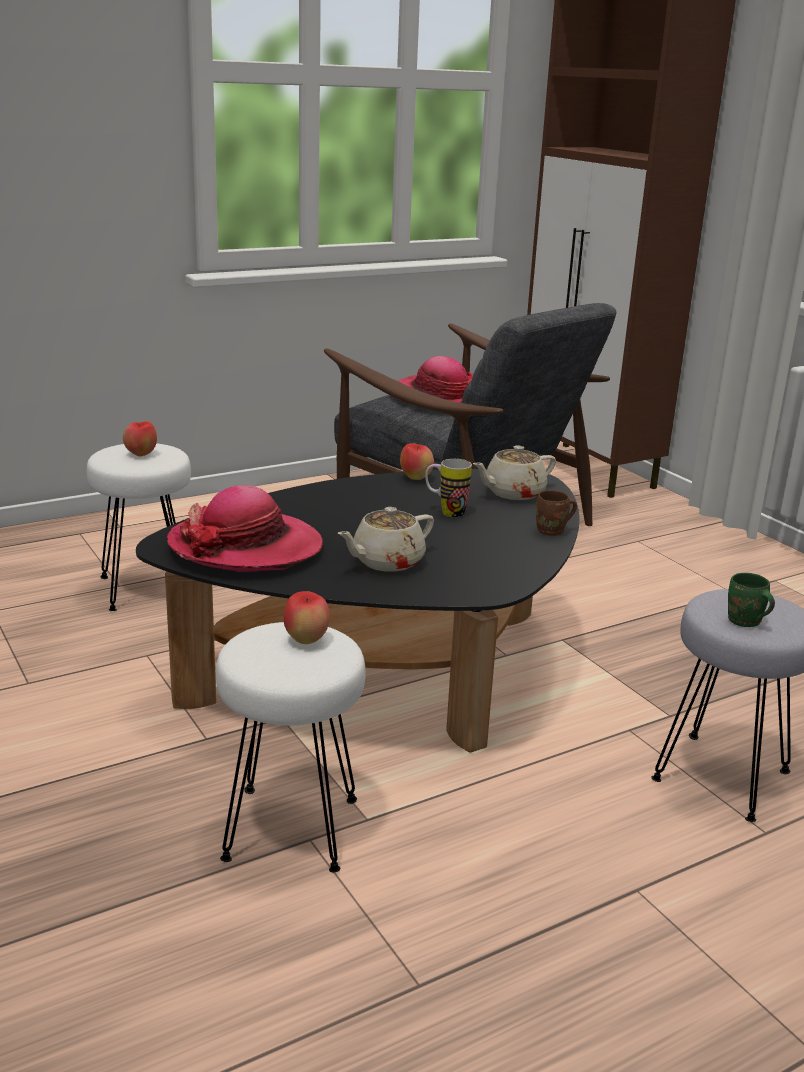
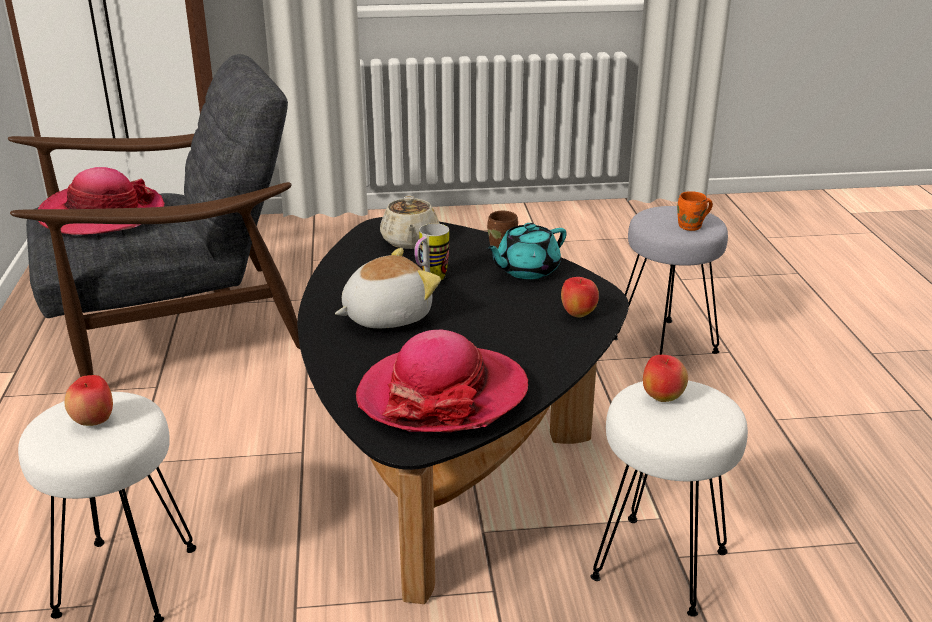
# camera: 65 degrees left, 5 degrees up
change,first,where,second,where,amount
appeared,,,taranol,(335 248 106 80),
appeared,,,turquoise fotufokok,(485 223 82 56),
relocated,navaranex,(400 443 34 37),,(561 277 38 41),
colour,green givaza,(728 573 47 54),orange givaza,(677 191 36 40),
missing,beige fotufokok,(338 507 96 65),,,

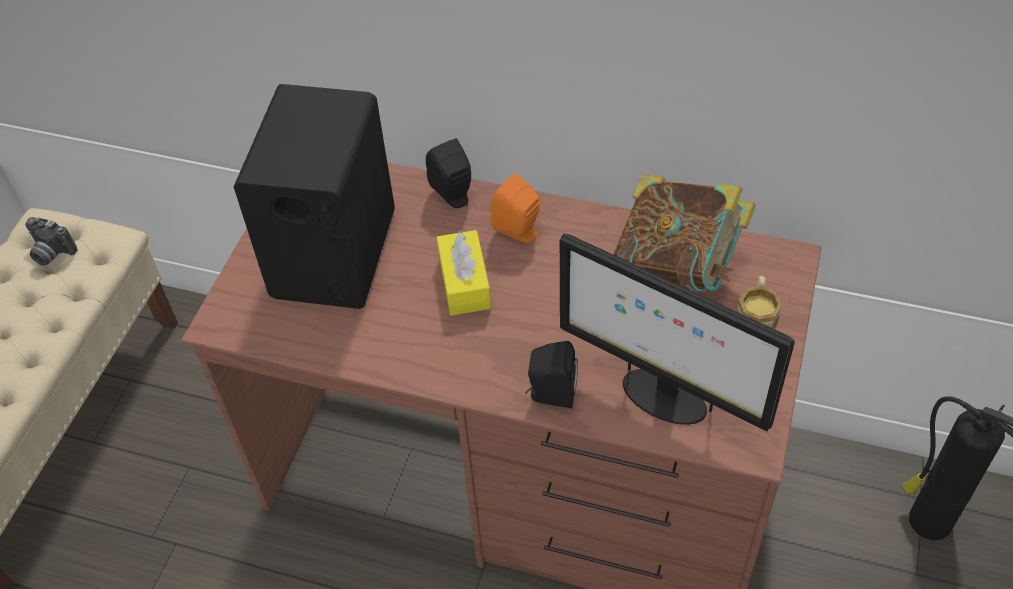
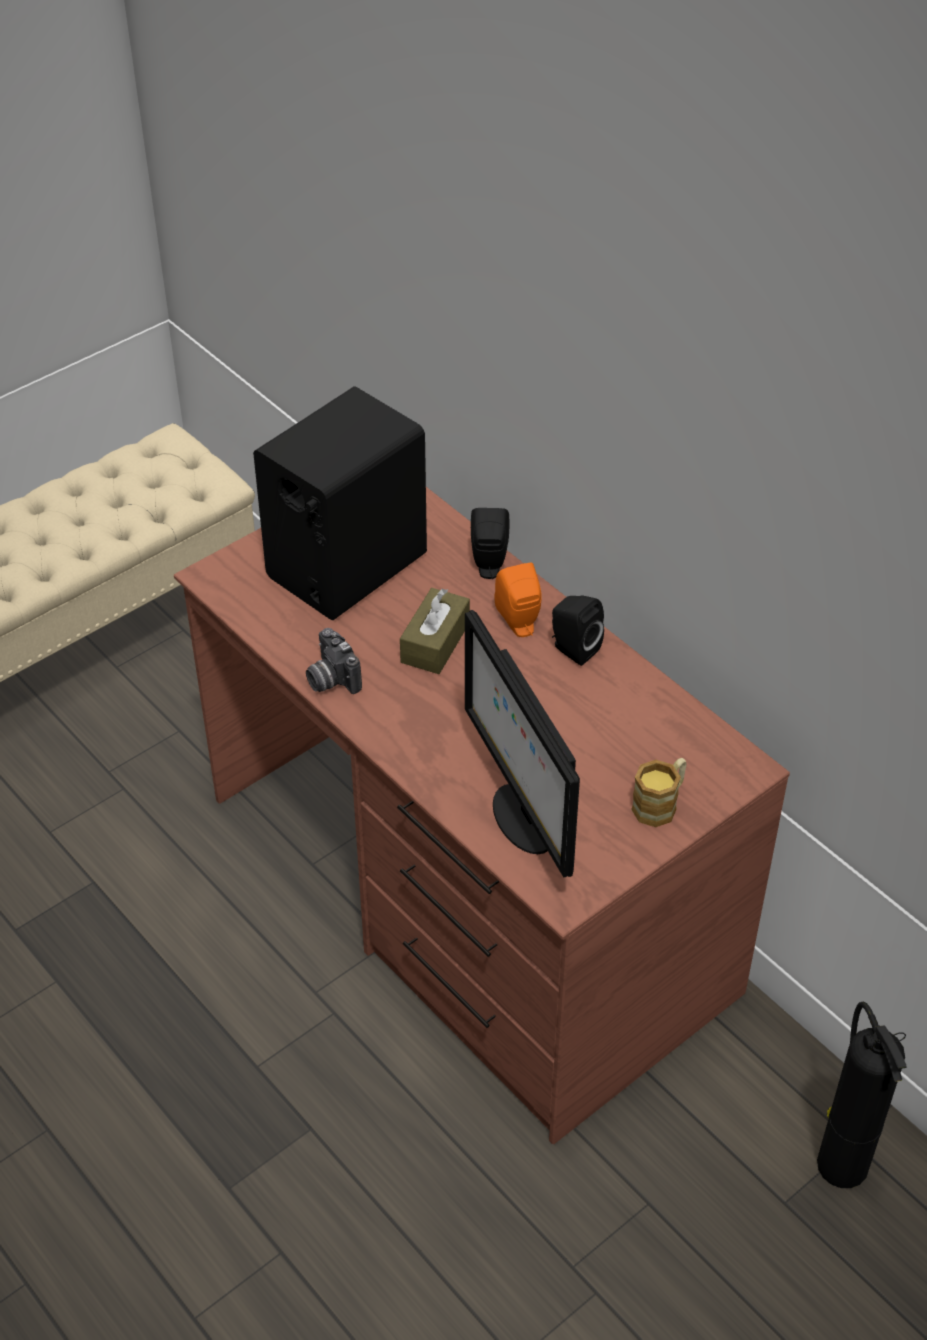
# camera: 30 degrees right, 5 degrees down
change,first,where,second,where,amount
relocated,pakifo,(25 217 52 49),,(306 628 56 66),
colour,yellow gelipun,(437 230 54 85),brown gelipun,(400 588 70 86),
relocated,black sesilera,(525 341 53 68),,(552 595 52 71),
missing,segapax,(613 175 143 117),,,

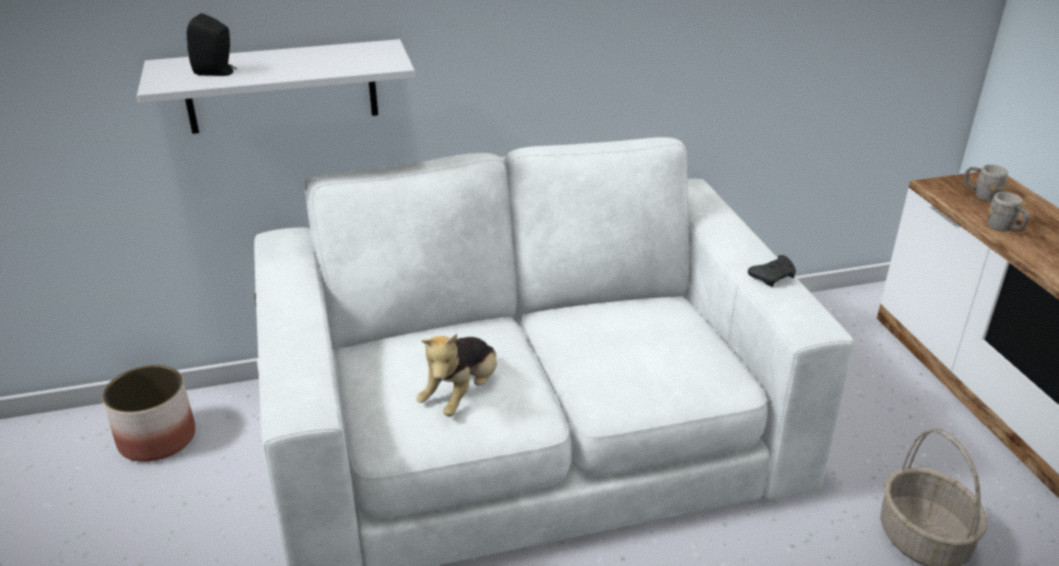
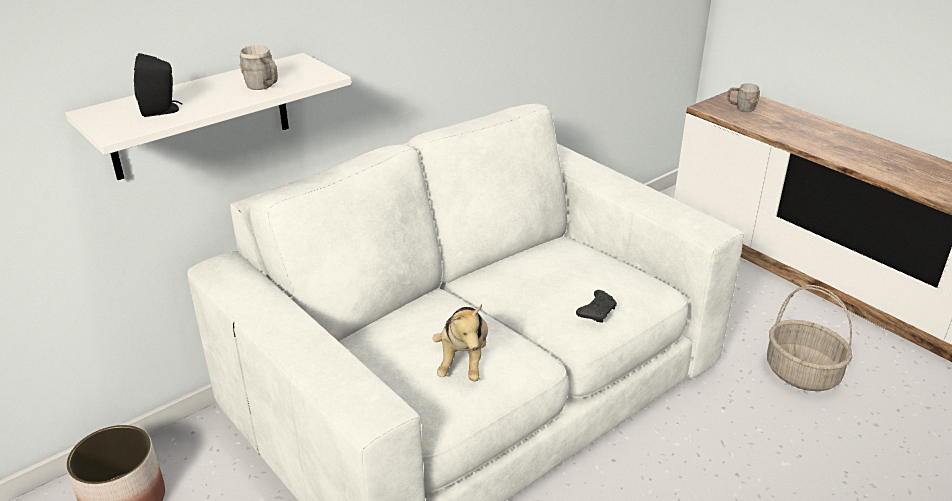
# camera: 25 degrees left, 0 degrees up
change,first,where,second,where,amount
relocated,grey givaza,(988 192 41 39),,(240 45 38 45),
relocated,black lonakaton,(748 255 48 32),,(576 290 41 33),

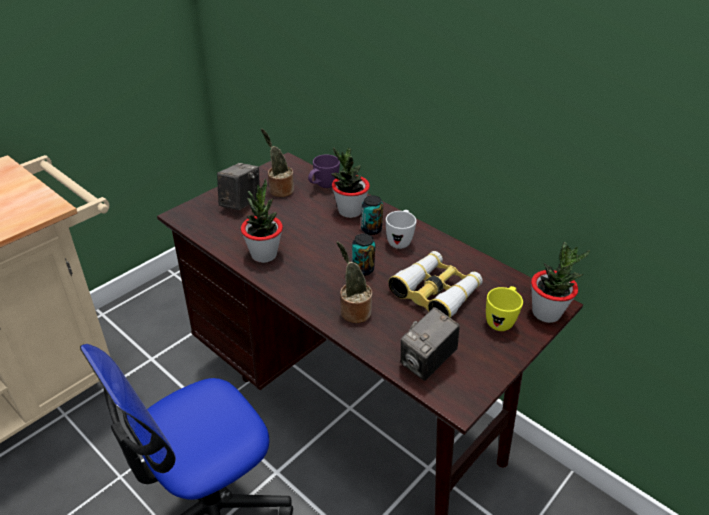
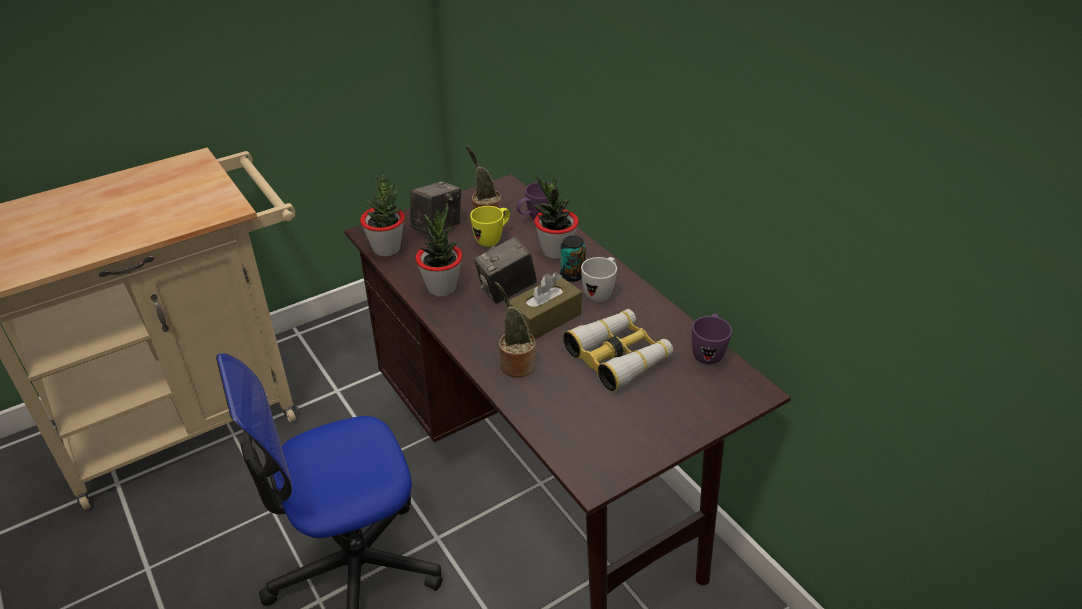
# camera: 15 degrees right, 0 degrees up
change,first,where,second,where,amount
relocated,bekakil,(531 242 59 81),,(360 175 45 82),
relocated,yellow givaza,(486 286 37 45),,(470 206 40 41),
relocated,pakifo,(401 307 59 74),,(474 237 63 67),
exchanged,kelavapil,(352 234 23 42),brown gelipun,(507 272 75 67),
appeared,,,purple givaza,(692 313 40 52),

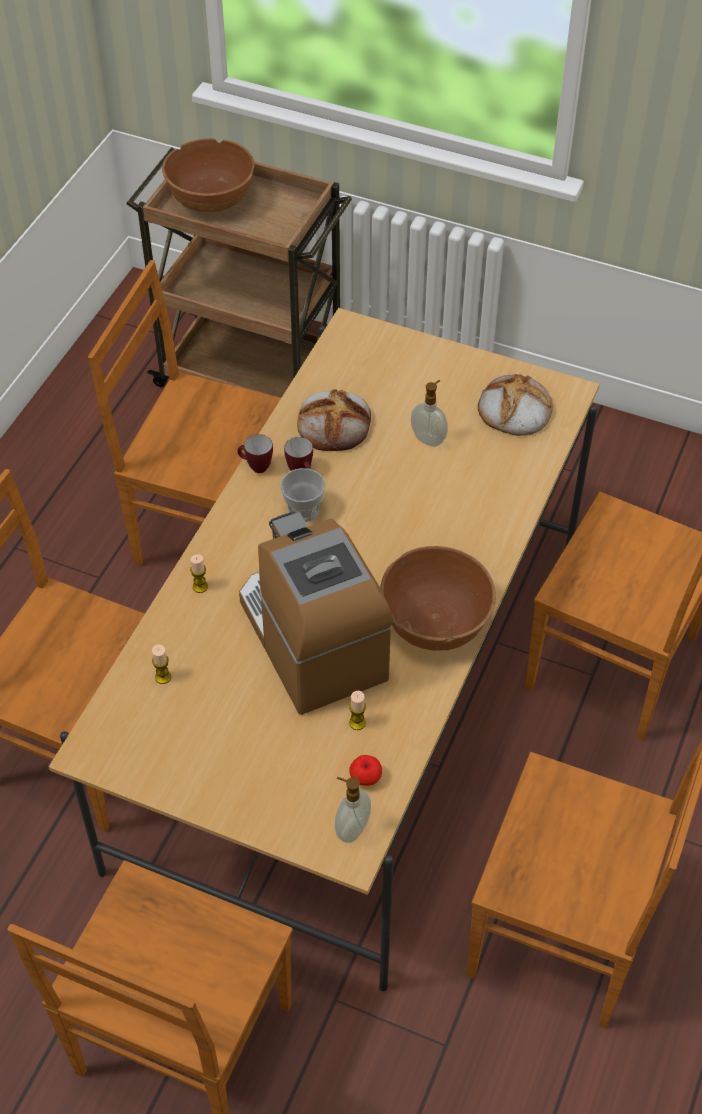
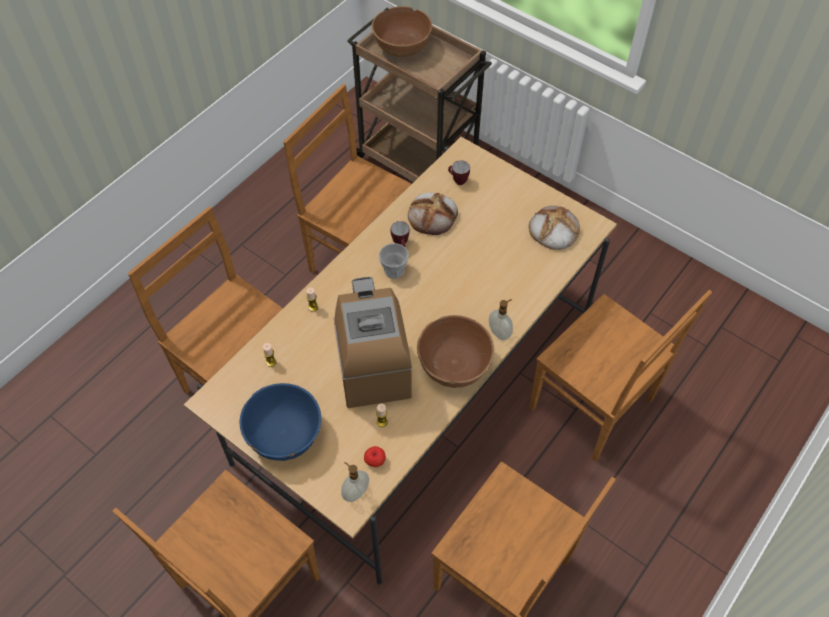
# camera: 15 degrees right, 5 degrees up
change,first,where,second,where,amount
appeared,,,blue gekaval,(240 383 81 78),
relocated,givaza,(237 434 36 39),,(448 161 22 24),
relocated,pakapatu,(411 380 37 67),,(489 299 24 41),

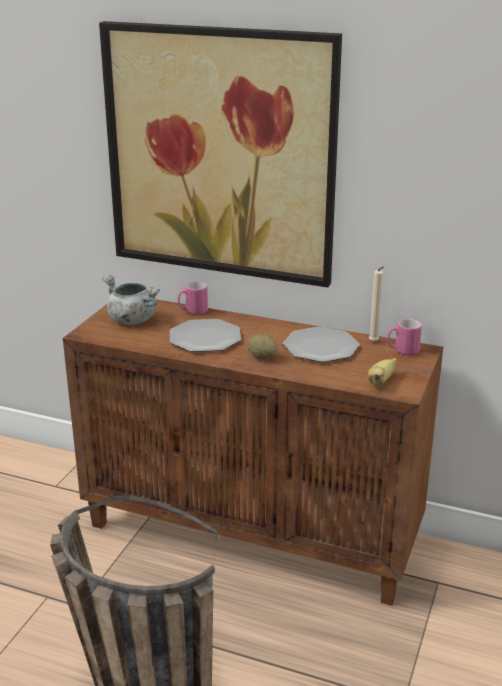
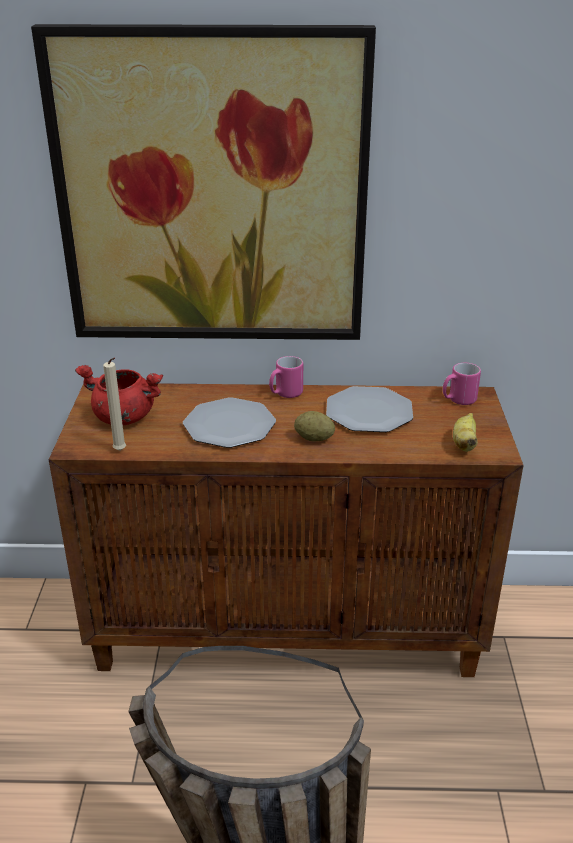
# camera: 20 degrees left, 5 degrees up
change,first,where,second,where,amount
colour,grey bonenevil,(102 275 58 50),red bonenevil,(75 365 88 60),
relocated,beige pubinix,(369 266 15 76),,(103 358 23 93),
relocated,pink givaza,(178 281 30 34),,(269 356 34 42),

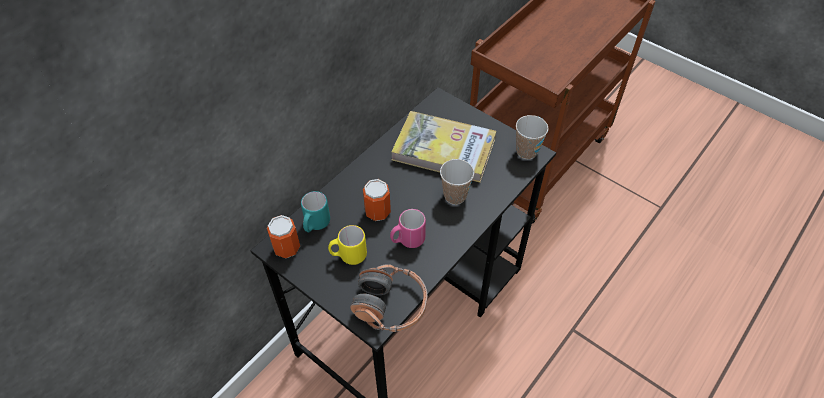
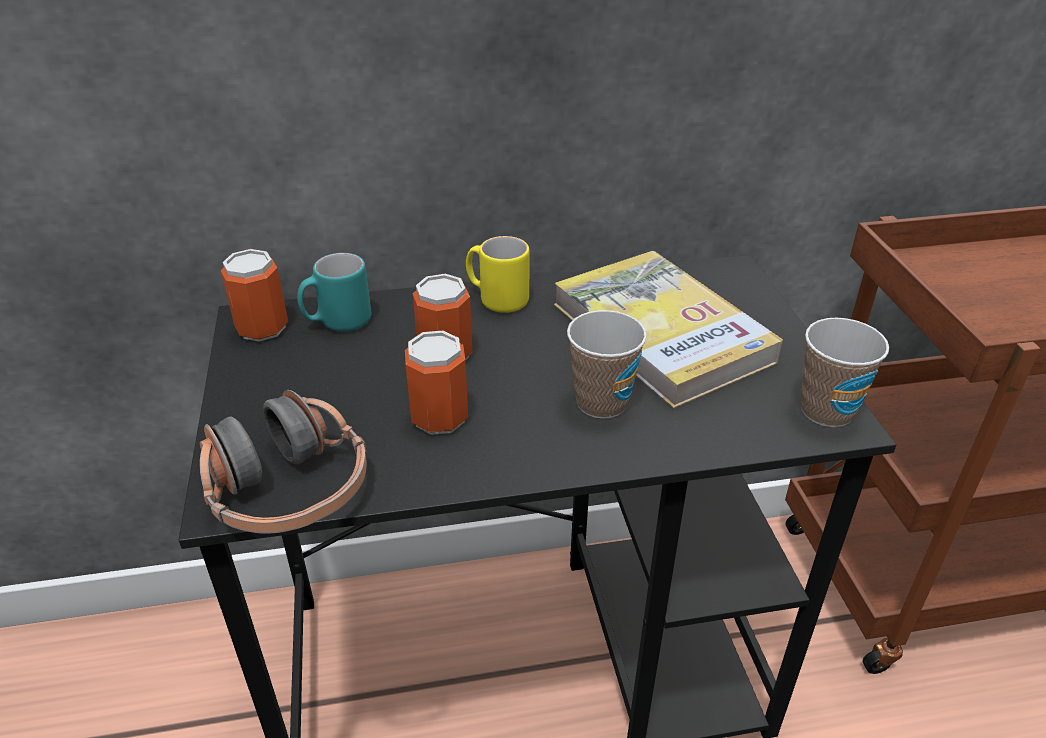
# camera: 40 degrees right, 15 degrees down
change,first,where,second,where,amount
exchanged,pink givaza,(390 209 36 39),kelavapil,(405 331 63 104),
relocated,yellow givaza,(328 225 39 40),,(466 236 64 77),

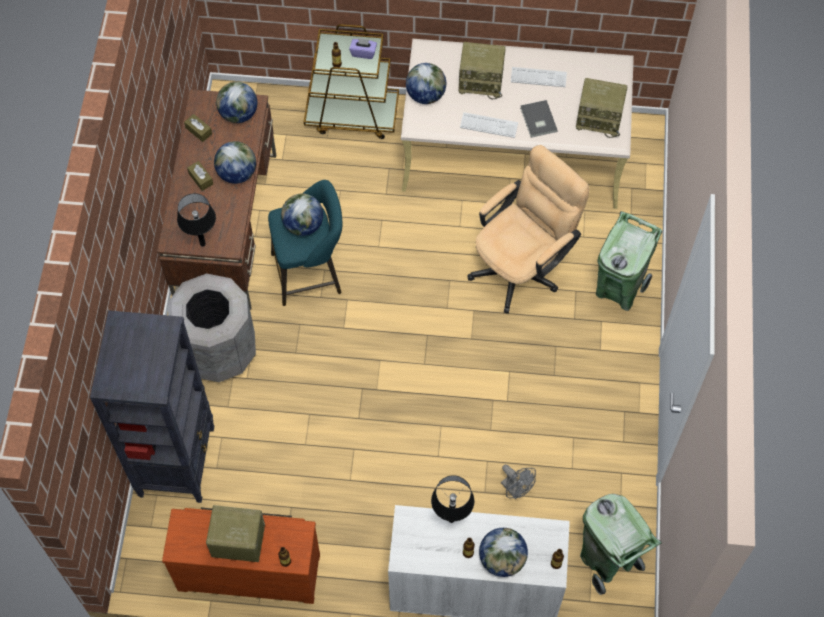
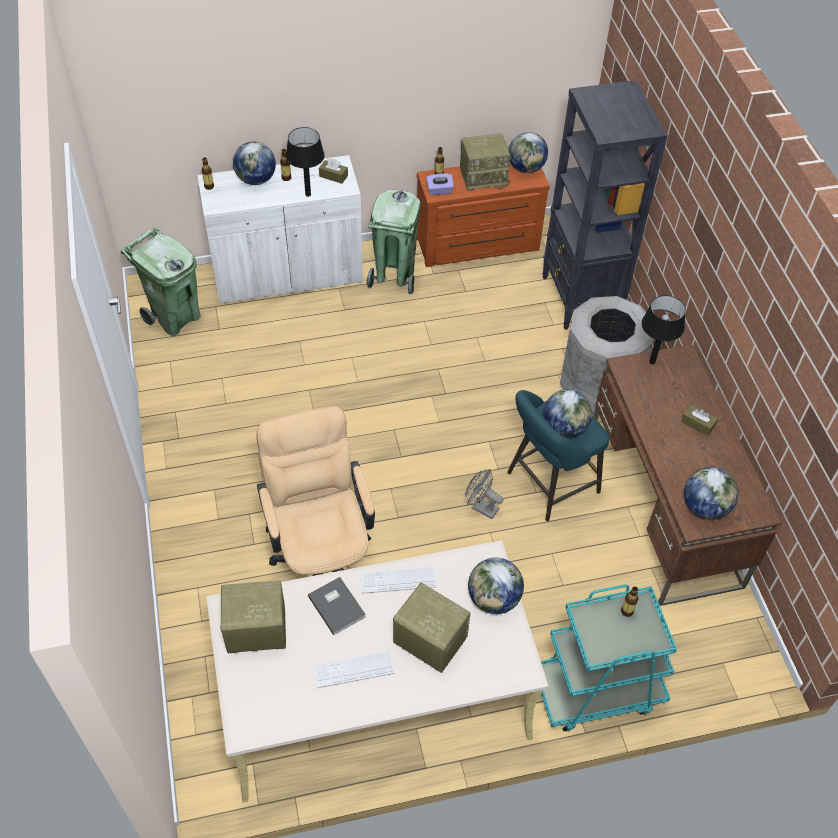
# camera: 160 degrees right, 10 degrees down
change,first,where,second,where,amount
spun,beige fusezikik,(468 145 121 168),,(256 406 119 170),135 degrees clockwise
relocated,brown gelipun,(184 114 28 28),,(319 158 29 26),
relocated,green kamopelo,(596 211 66 100),,(366 190 55 105),
spun,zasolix,(459 42 47 57),,(393 582 78 91),45 degrees clockwise
relocated,purple gelipun,(349 38 28 21),,(426 173 28 22),
relocated,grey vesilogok,(501 464 35 35),,(465 469 38 50),
relocated,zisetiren,(214 141 42 43),,(509 132 39 41),
colour,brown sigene,(304 24 95 115),turquoise sigene,(541 585 136 147),

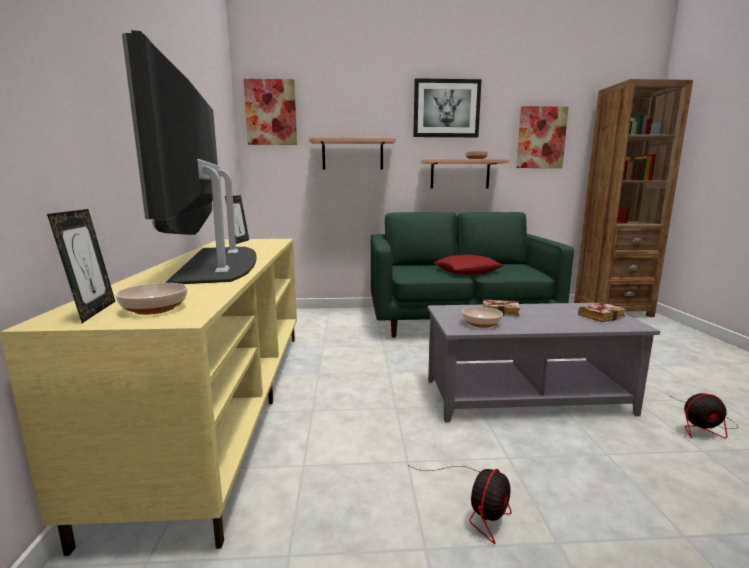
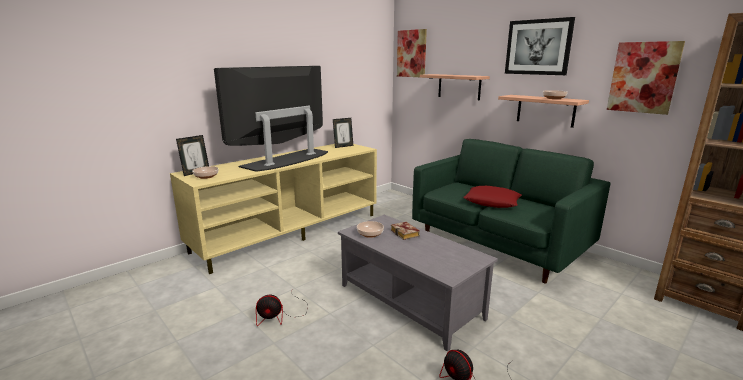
# camera: 50 degrees right, 5 degrees up
change,first,where,second,where,amount
missing,segapax,(578 303 48 19),,,

